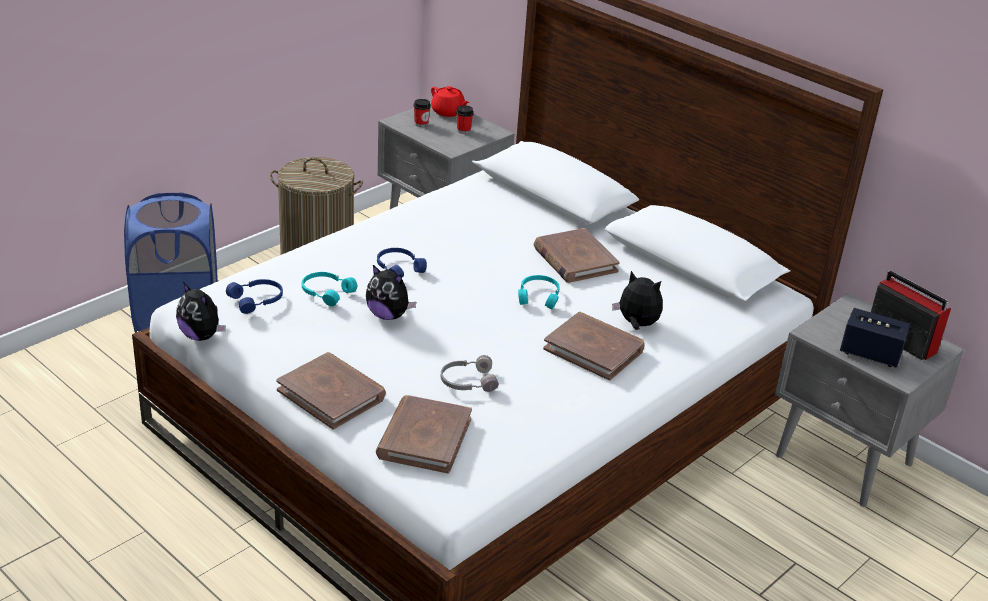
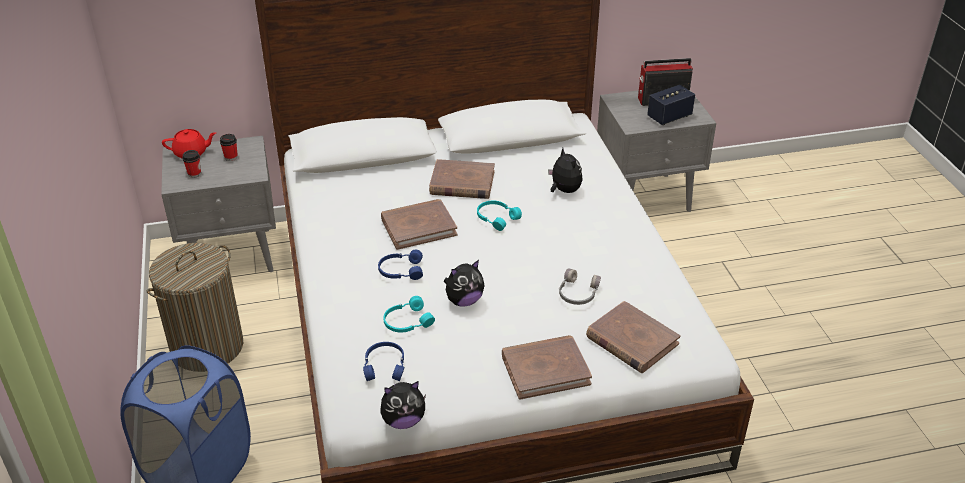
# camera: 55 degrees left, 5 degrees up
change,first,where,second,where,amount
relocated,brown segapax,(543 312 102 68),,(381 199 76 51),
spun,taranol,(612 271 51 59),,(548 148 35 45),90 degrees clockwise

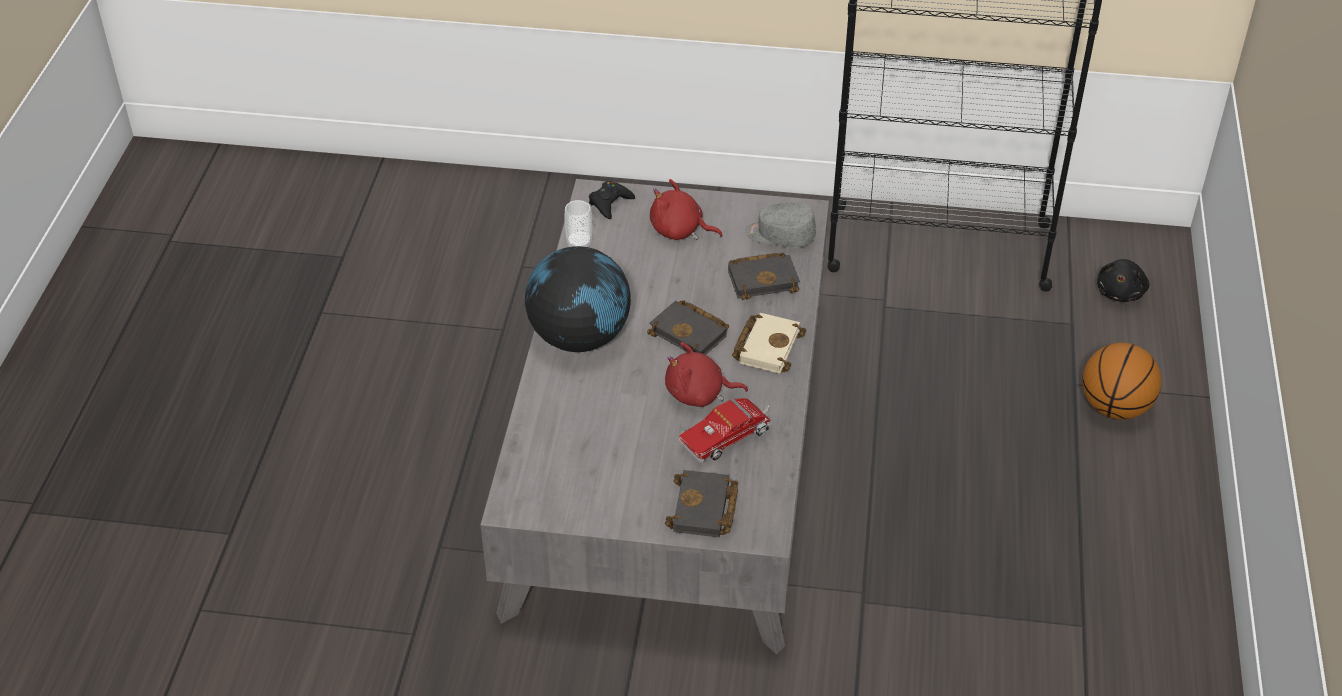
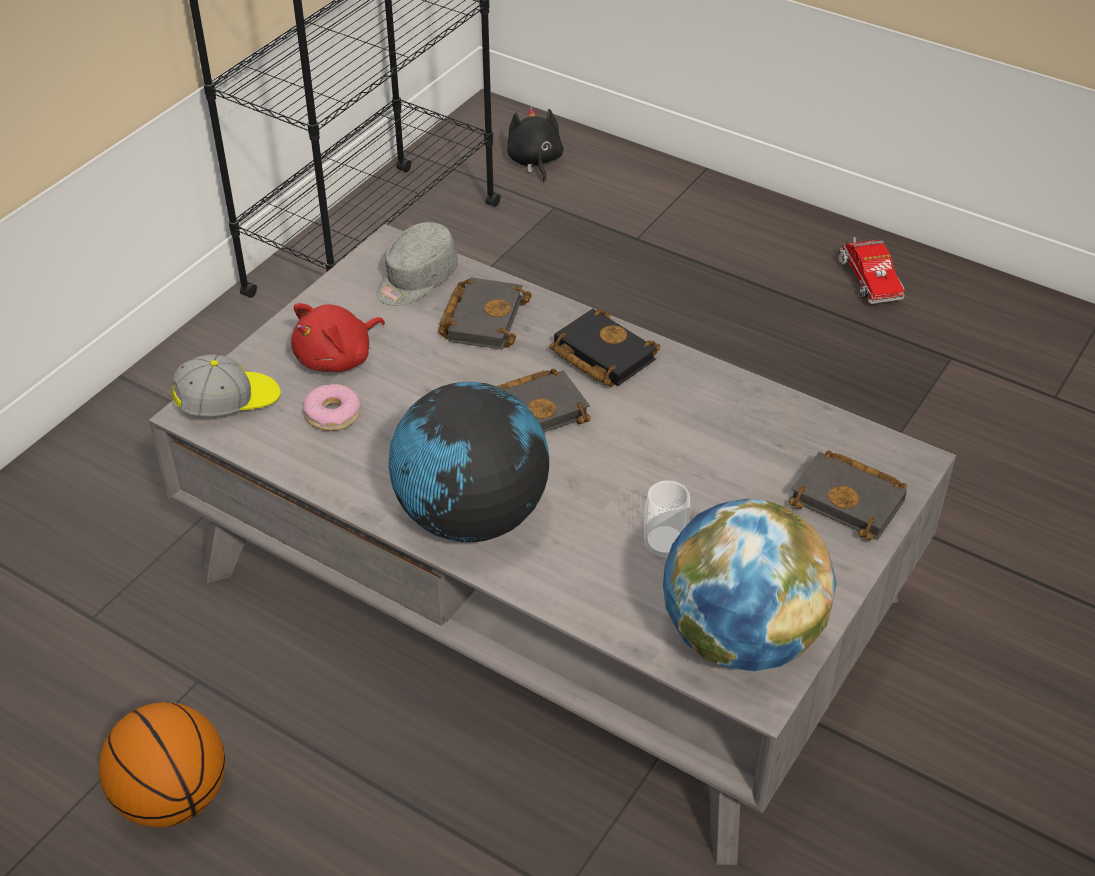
# camera: 65 degrees left, 0 degrees up
change,first,where,second,where,amount
relocated,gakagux,(1082 343 80 77),,(99 702 126 125),
exchanged,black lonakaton,(589 181 46 38),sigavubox,(171 354 110 62),
appeared,,,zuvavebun,(303 384 58 47),
spun,black taranol,(1097 259 52 43),,(507 107 56 76),150 degrees counterclockwise
colour,beige segapax,(732 313 75 61),black segapax,(549 309 111 78),
relocated,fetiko,(564 200 28 47),,(644 481 46 79),
appeared,,,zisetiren,(663 499 174 172),
relocated,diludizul,(679 398 93 65),,(838 237 66 67),
missing,red taranol,(665 342 83 65),,,

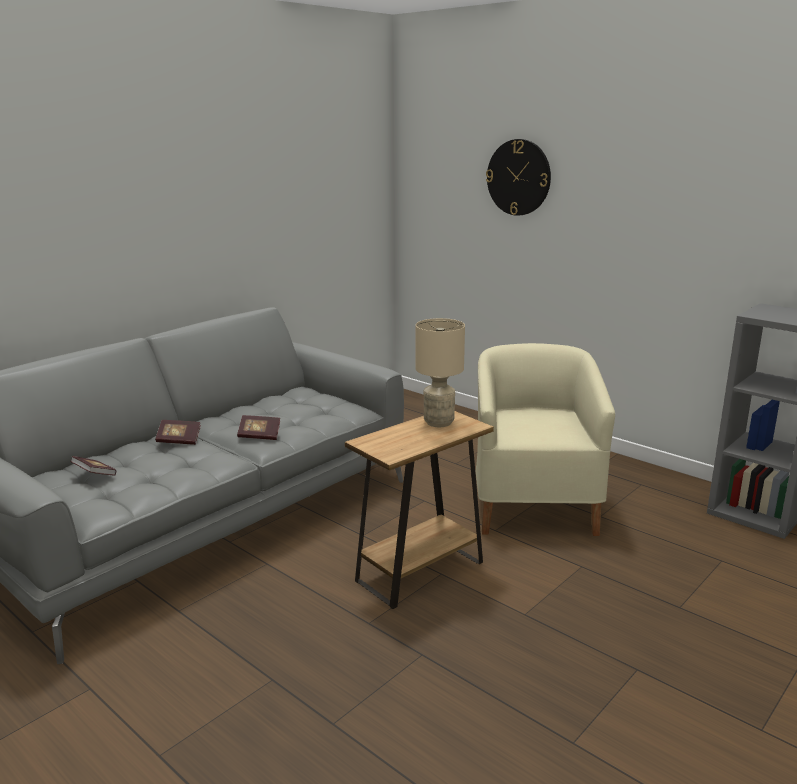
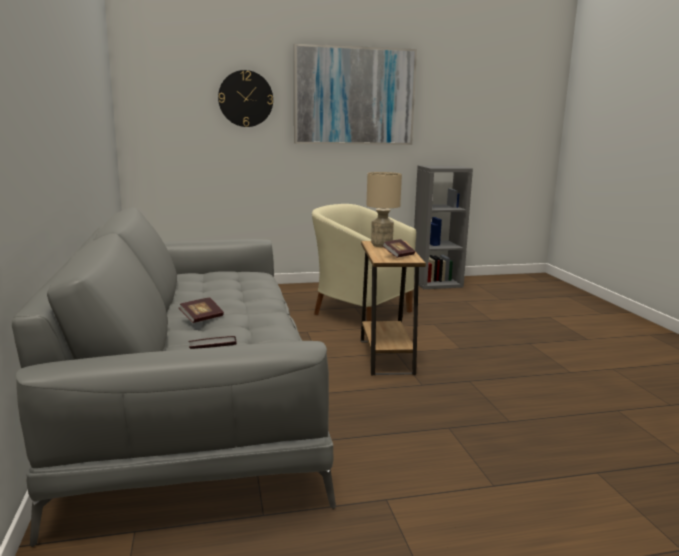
# camera: 55 degrees left, 5 degrees down
change,first,where,second,where,amount
appeared,,,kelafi,(294 44 123 101),
relocated,segapax,(237 415 43 25),,(382 239 33 19),

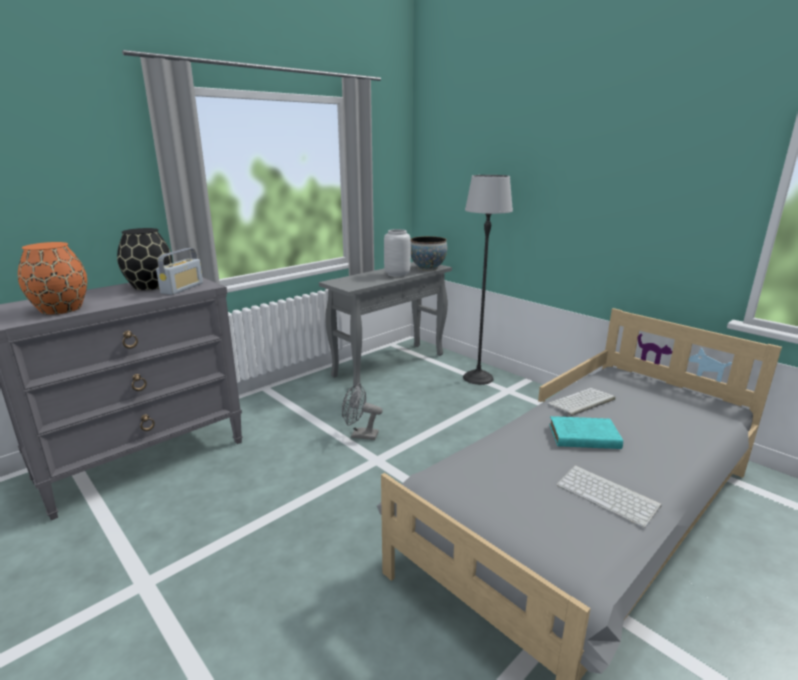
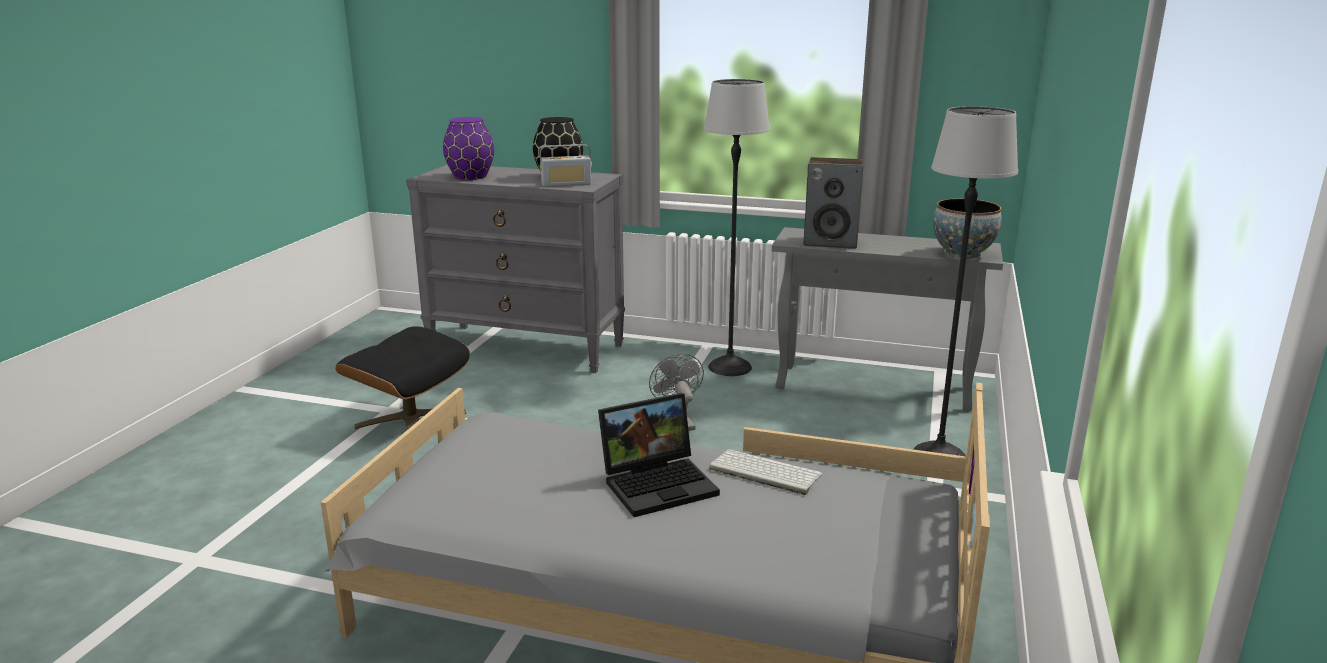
# camera: 60 degrees right, 0 degrees up
change,first,where,second,where,amount
appeared,,,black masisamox,(335 326 135 104),
colour,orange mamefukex,(18 242 69 73),purple mamefukex,(443 117 51 63),
exchanged,turquoise segapax,(549 416 74 33),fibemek,(598 393 122 124),
appeared,,,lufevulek,(704 79 66 297),
appeared,,,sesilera,(803 157 60 92),
missing,grey mamefukex,(384 229 27 48),,,
missing,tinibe,(557 465 105 63),,,

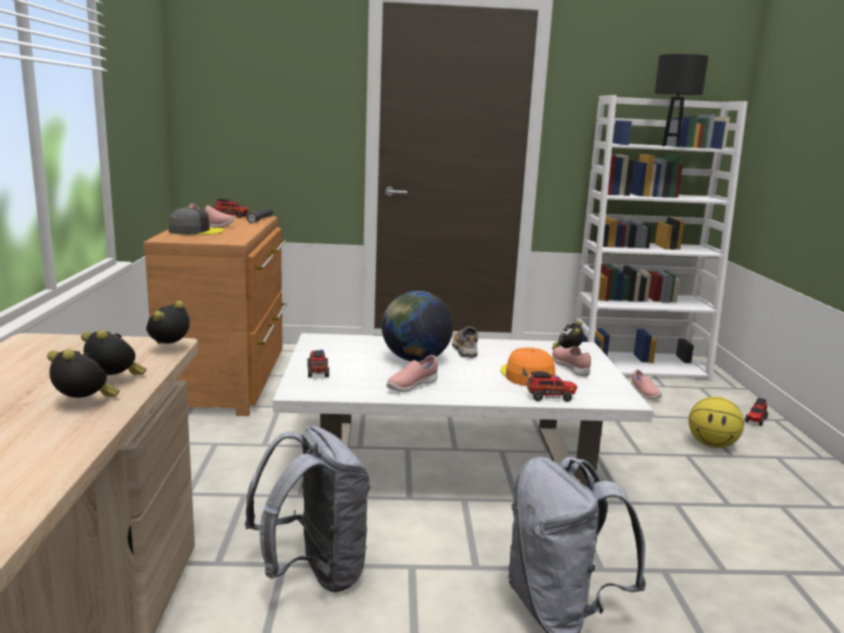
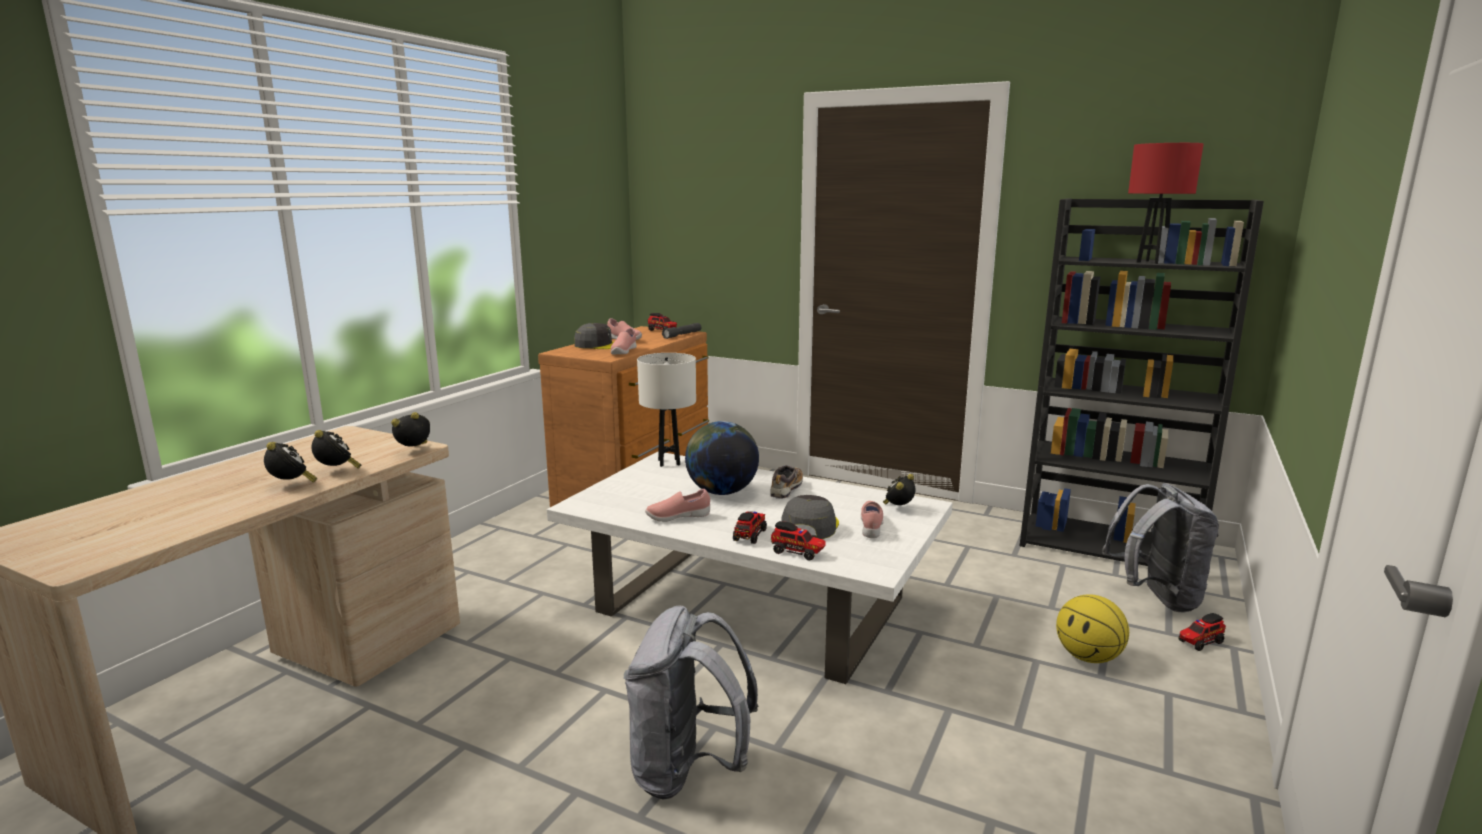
# camera: 30 degrees right, 0 degrees up
change,first,where,second,where,amount
relocated,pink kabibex,(631 369 31 30),,(611 328 26 27),
appeared,,,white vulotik,(637 353 59 114),
relocated,diludizul,(307 350 22 28),,(733 511 34 33),
colour,orange sigavubox,(500 348 55 38),grey sigavubox,(782 495 57 44),
colour,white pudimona,(574 95 174 286),black pudimona,(1020 199 244 367),
relocated,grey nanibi,(245 425 125 168),,(1102 483 117 129),
colour,black vulotik,(655 54 53 93),red vulotik,(1128 143 76 121),

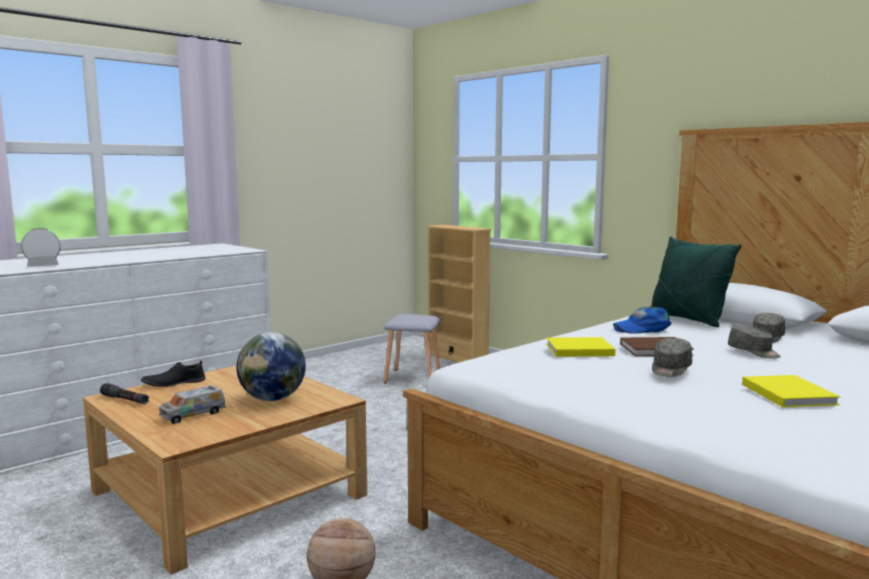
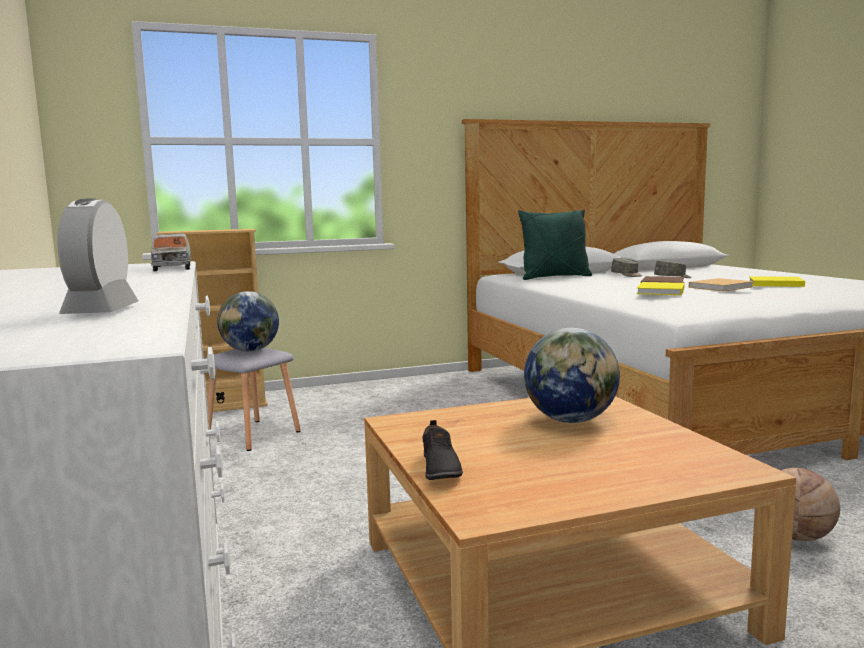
# camera: 65 degrees left, 0 degrees up
change,first,where,second,where,amount
relocated,diludizul,(159 385 67 39),,(151 233 40 38),
appeared,,,zisetiren,(217 291 62 61),
exchanged,grey sigavubox,(652 338 40 39),beige segapax,(689 278 65 13),
missing,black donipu,(100 383 49 21),,,
missing,blue sigavubox,(613 307 59 27),,,

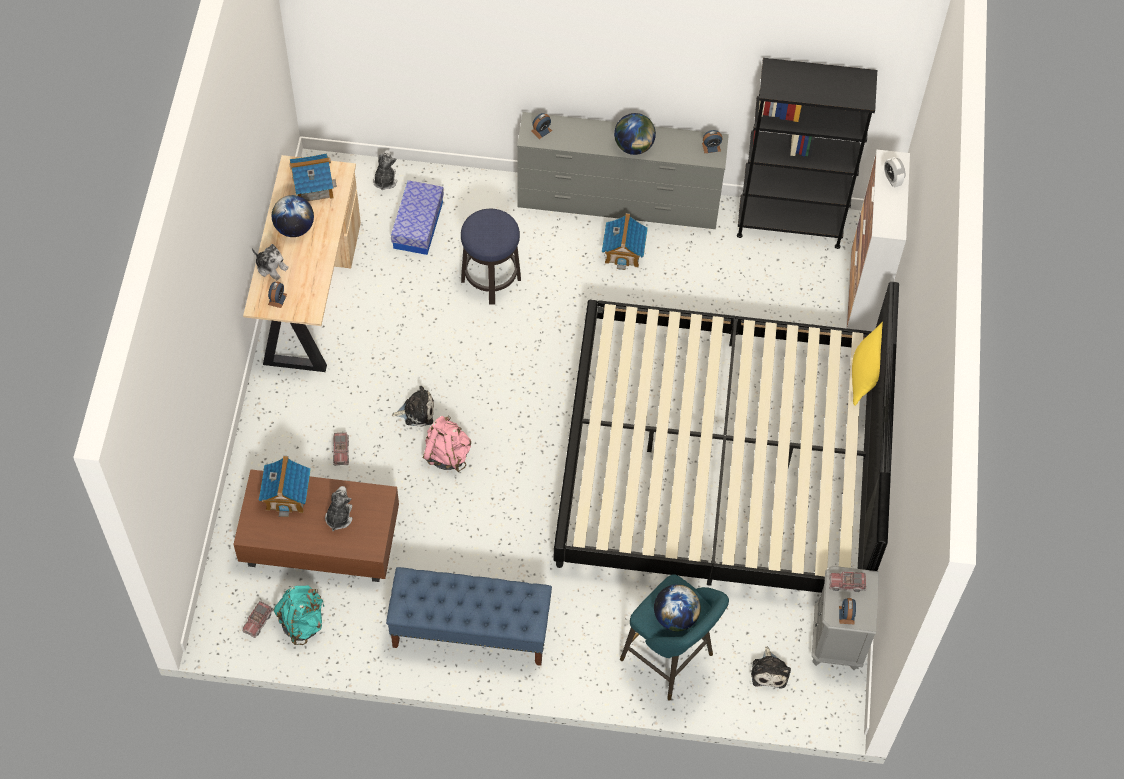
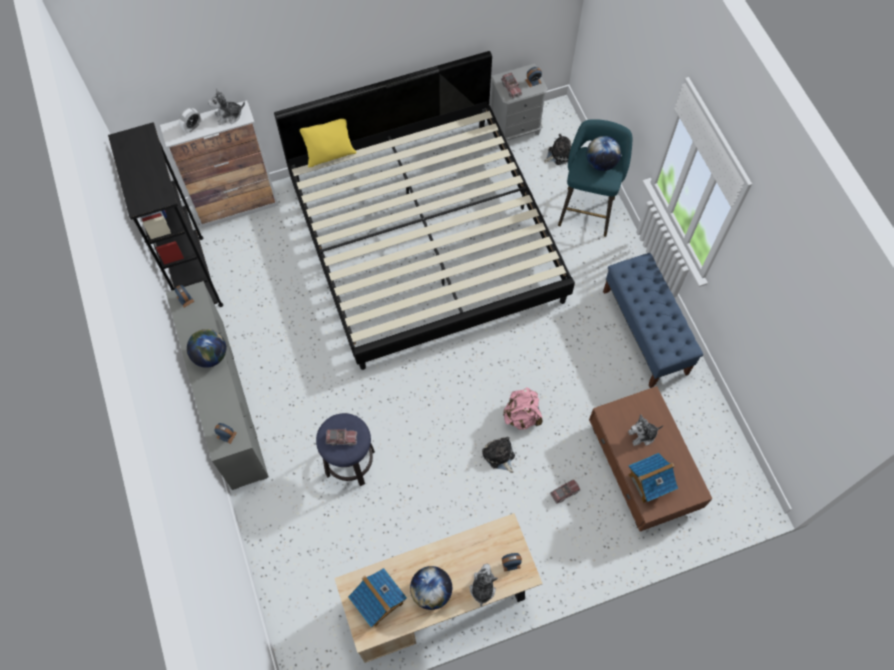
# camera: 115 degrees left, 5 degrees up
change,first,where,second,where,amount
relocated,taranol,(373 150 24 40),,(208 88 37 37),
relocated,diludizul,(242 601 32 37),,(326 429 31 17),
missing,turquoise nanibi,(274 586 50 59),,,
missing,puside,(391 180 53 75),,,
missing,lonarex,(602 213 46 57),,,

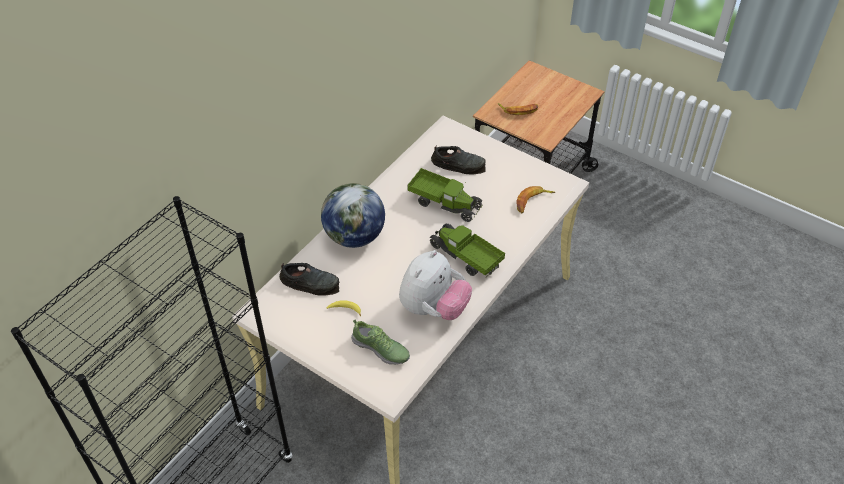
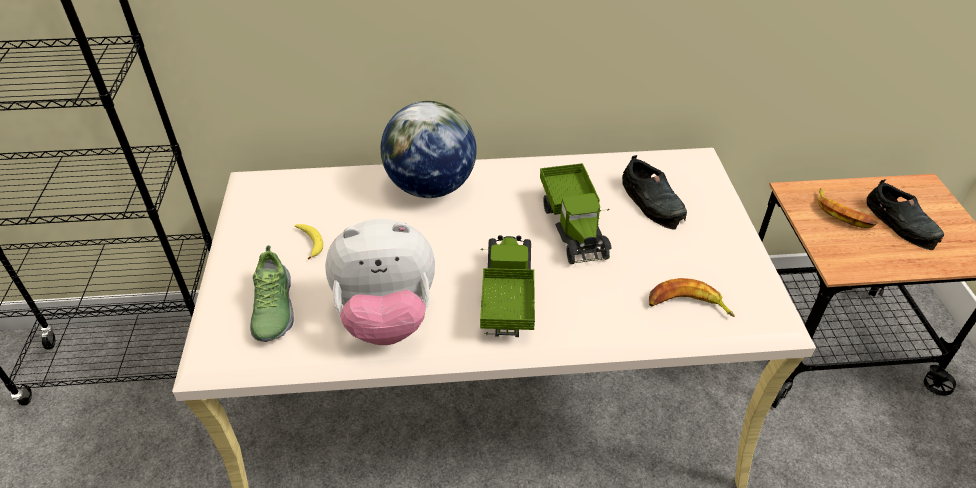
# camera: 50 degrees right, 5 degrees down
change,first,where,second,where,amount
relocated,black kabibex,(279 263 61 33),,(867 179 77 71),

